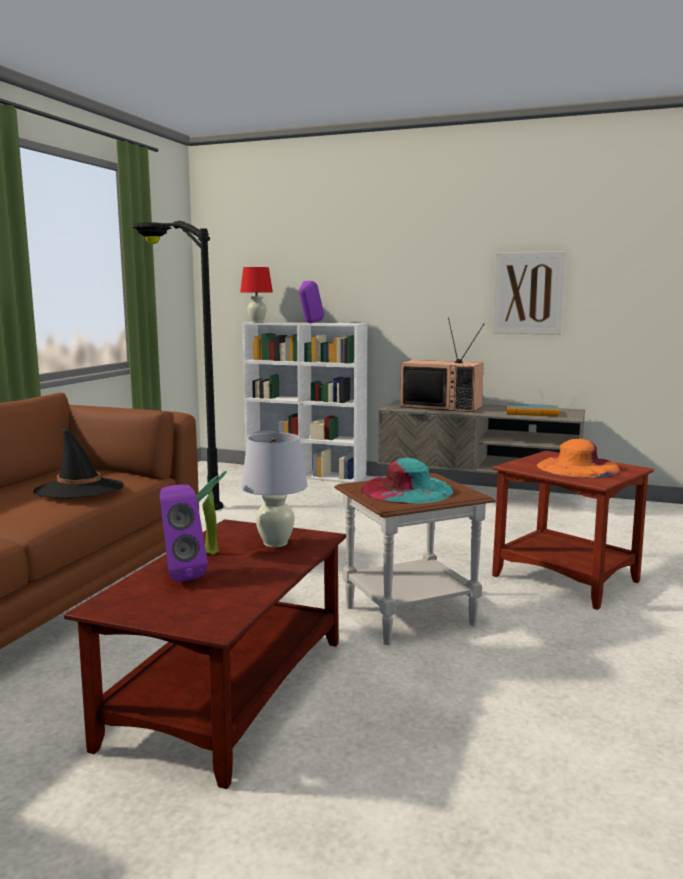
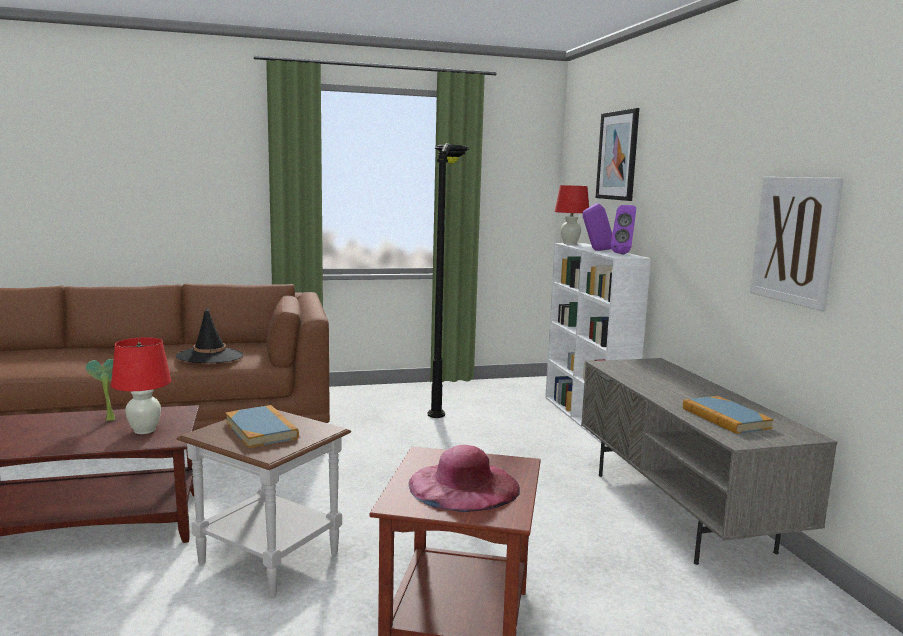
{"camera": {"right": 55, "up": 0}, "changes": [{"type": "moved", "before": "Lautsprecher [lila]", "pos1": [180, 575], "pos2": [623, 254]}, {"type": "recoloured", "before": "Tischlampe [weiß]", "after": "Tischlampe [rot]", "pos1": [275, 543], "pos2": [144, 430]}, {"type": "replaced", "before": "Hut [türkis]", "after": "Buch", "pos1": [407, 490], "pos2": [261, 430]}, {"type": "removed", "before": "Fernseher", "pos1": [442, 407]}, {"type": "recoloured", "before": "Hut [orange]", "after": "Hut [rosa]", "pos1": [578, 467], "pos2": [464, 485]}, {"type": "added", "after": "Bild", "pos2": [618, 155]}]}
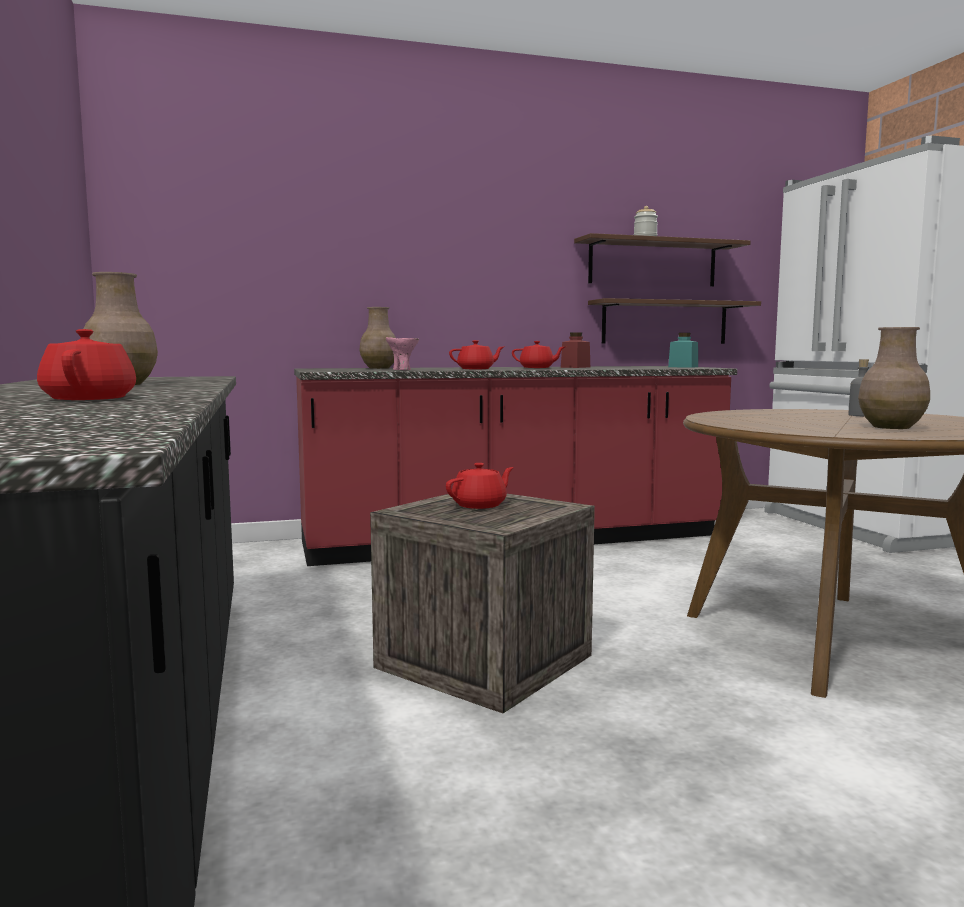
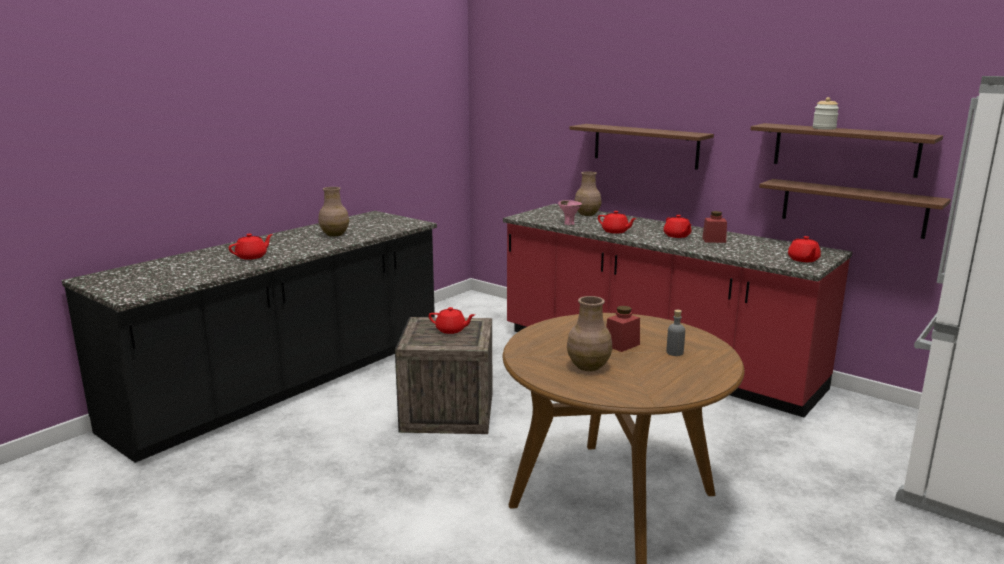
{"camera": {"right": 55, "up": 10}, "changes": [{"type": "replaced", "before": "Vorratsglas [türkis]", "after": "Teekanne [rot]", "pos1": [683, 367], "pos2": [803, 260]}, {"type": "added", "after": "Wandregal [braun]", "pos2": [645, 146]}, {"type": "added", "after": "Vorratsglas [rot]", "pos2": [622, 345]}]}
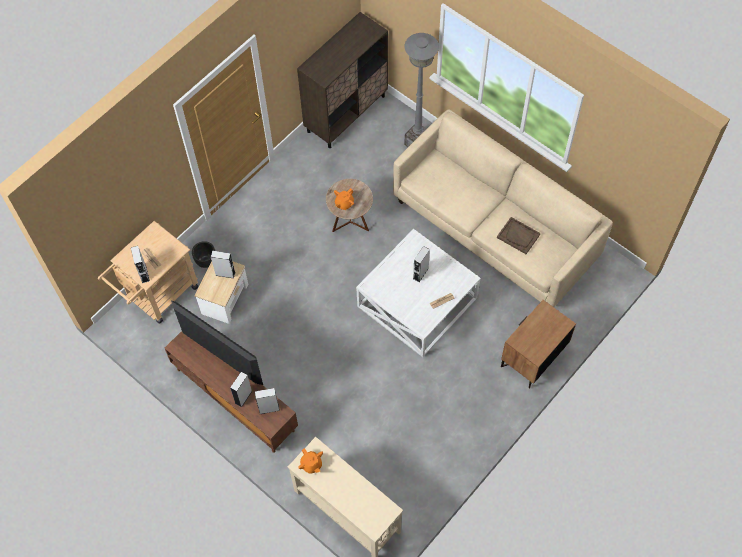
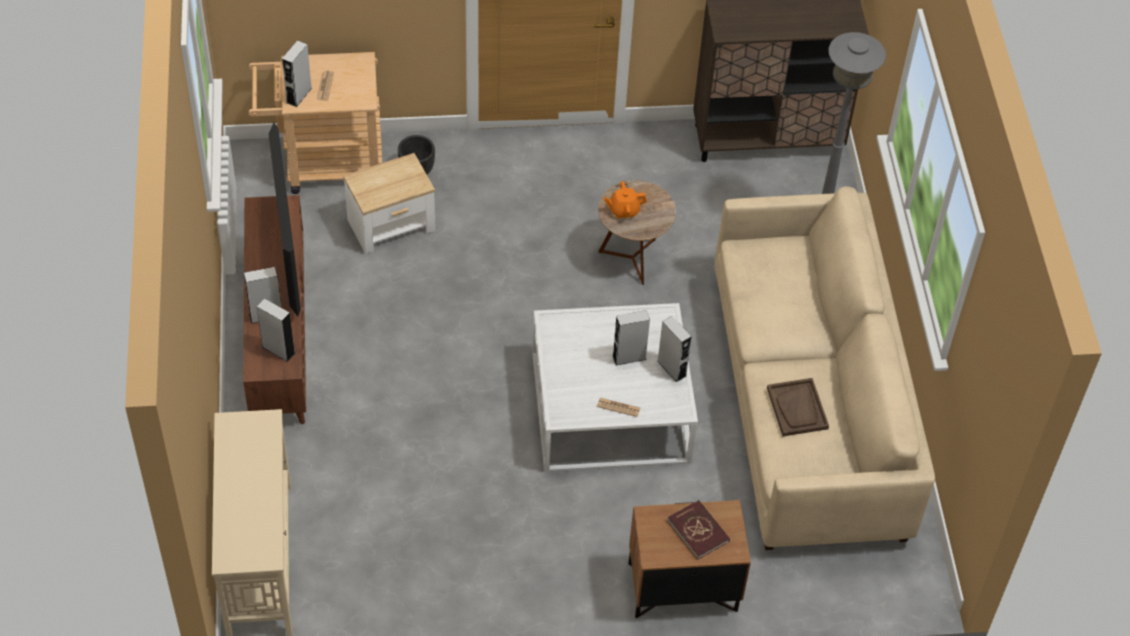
{"camera": {"right": 40, "up": -10}, "changes": [{"type": "moved", "before": "Lautsprecher [grau]", "pos1": [225, 273], "pos2": [671, 368]}, {"type": "removed", "before": "Teekanne [orange]", "pos1": [311, 464]}, {"type": "added", "after": "Buch [rot]", "pos2": [698, 531]}]}
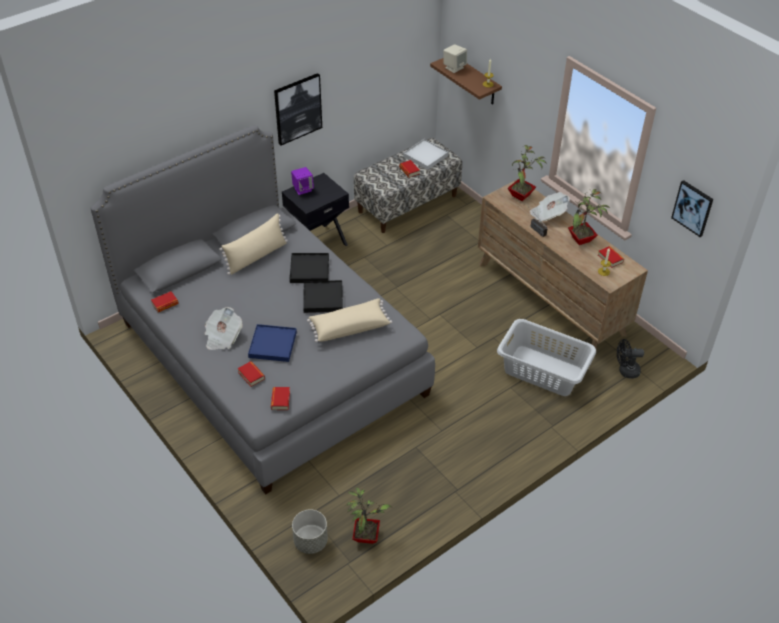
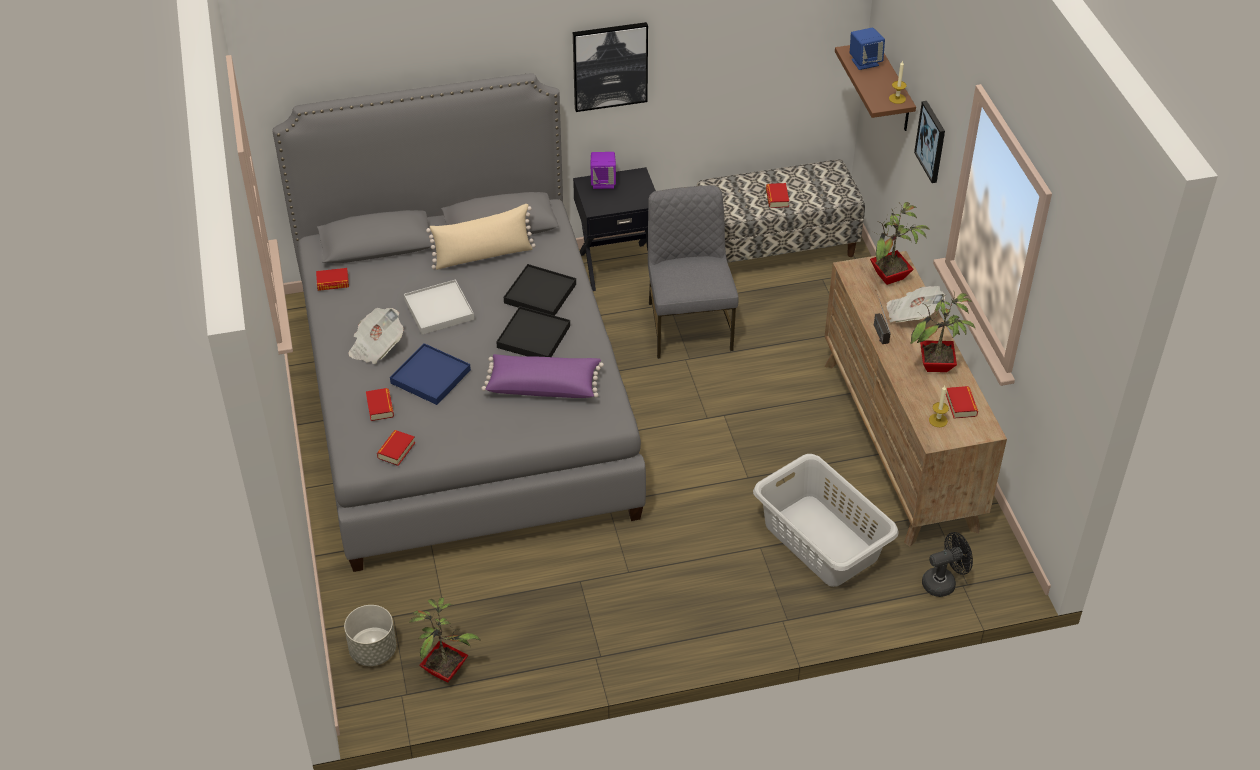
{"camera": {"right": 25, "up": 0}, "changes": [{"type": "recoloured", "before": "Kissen [beige]", "after": "Kissen [lila]", "pos1": [349, 327], "pos2": [543, 385]}, {"type": "moved", "before": "Tablett [weiß]", "pos1": [425, 156], "pos2": [439, 309]}, {"type": "recoloured", "before": "Lautsprecher [beige]", "after": "Lautsprecher [blau]", "pos1": [454, 67], "pos2": [865, 62]}, {"type": "turned", "before": "Ventilator [schwarz]", "pos1": [625, 371], "pos2": [943, 582], "turn": 135}, {"type": "moved", "before": "Bild", "pos1": [693, 208], "pos2": [931, 141]}, {"type": "added", "after": "Stuhl [grau]", "pos2": [688, 325]}]}
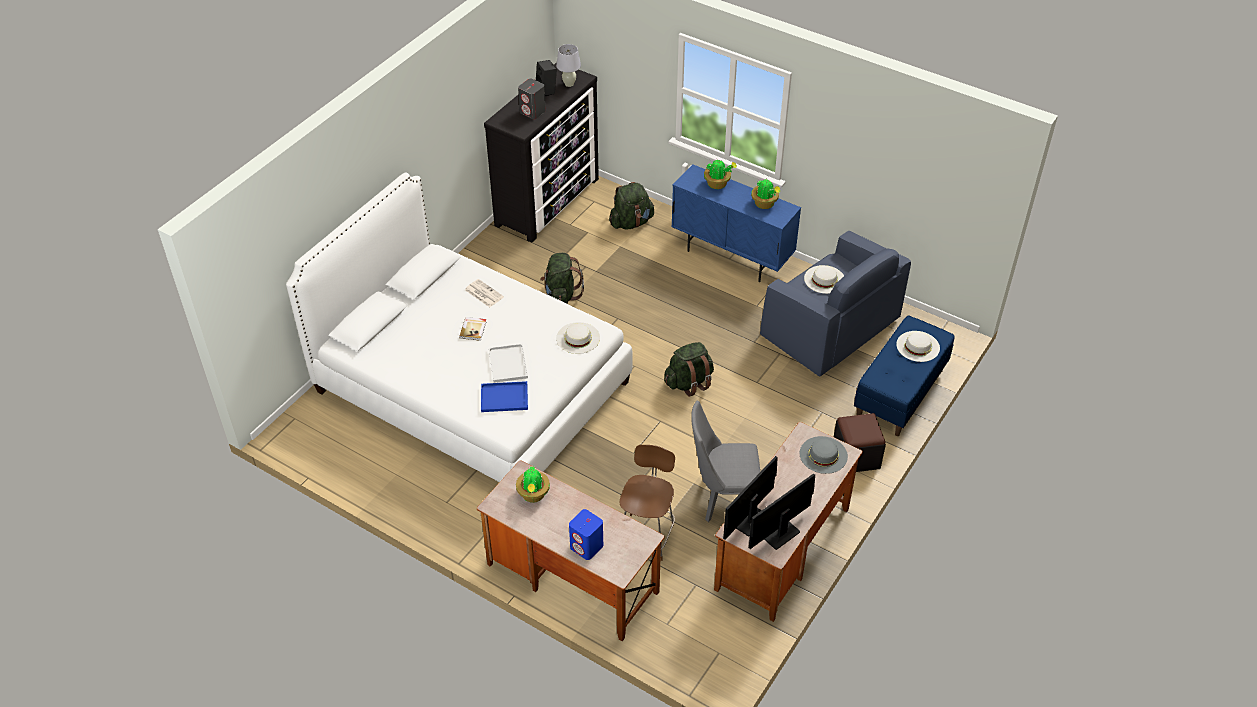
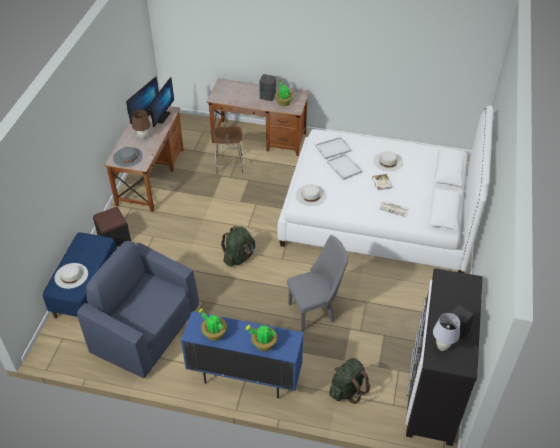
{"camera": {"right": 160, "up": 0}, "changes": [{"type": "recoloured", "before": "Tablett [blau]", "after": "Tablett [weiß]", "pos1": [503, 398], "pos2": [333, 148]}, {"type": "moved", "before": "Lautsprecher [grau]", "pos1": [533, 112], "pos2": [267, 96]}, {"type": "removed", "before": "Rucksack [grün]", "pos1": [561, 294]}, {"type": "removed", "before": "Lautsprecher [blau]", "pos1": [587, 547]}, {"type": "moved", "before": "Stuhl [grau]", "pos1": [722, 500], "pos2": [315, 311]}, {"type": "moved", "before": "Hut [weiß]", "pos1": [824, 279], "pos2": [388, 161]}, {"type": "added", "after": "Tischlampe [braun]", "pos2": [143, 138]}]}
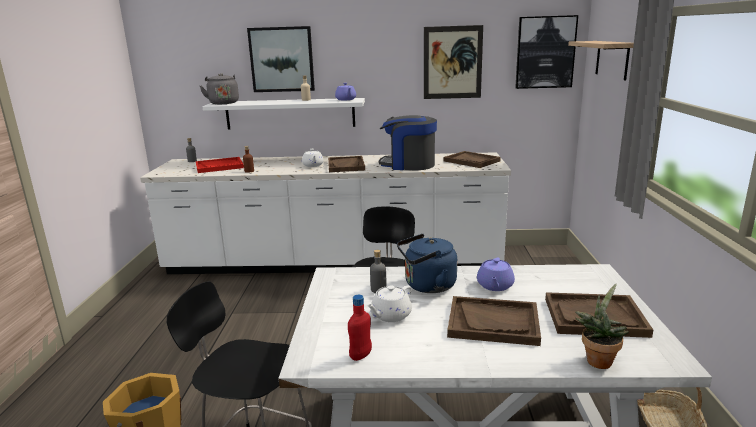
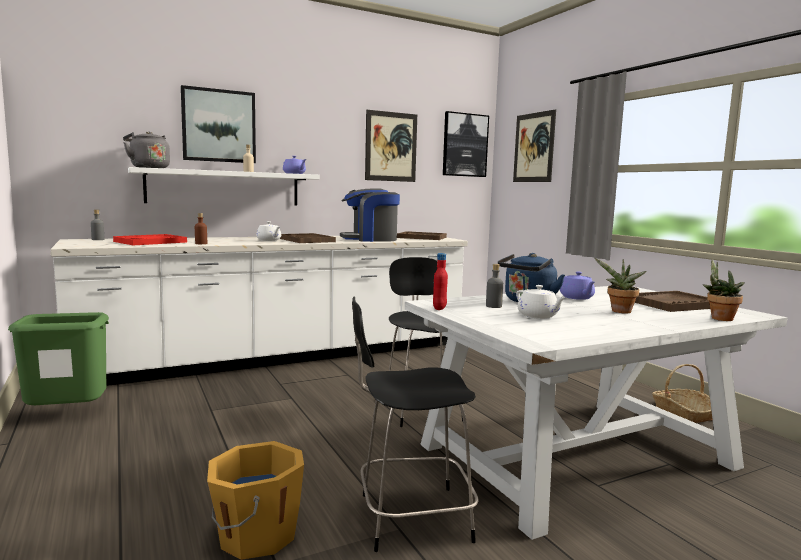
{"camera": {"right": -30, "up": -10}, "changes": [{"type": "moved", "before": "Flasche [rot]", "pos1": [361, 356], "pos2": [439, 308]}, {"type": "turned", "before": "Teekanne [weiß]", "pos1": [390, 315], "pos2": [538, 316], "turn": -45}, {"type": "replaced", "before": "Tablett [braun]", "after": "Topfpflanze", "pos1": [493, 322], "pos2": [619, 312]}, {"type": "replaced", "before": "Wandregal", "after": "Bild", "pos1": [612, 59], "pos2": [534, 147]}, {"type": "added", "after": "Mülleimer [grün]", "pos2": [68, 416]}]}
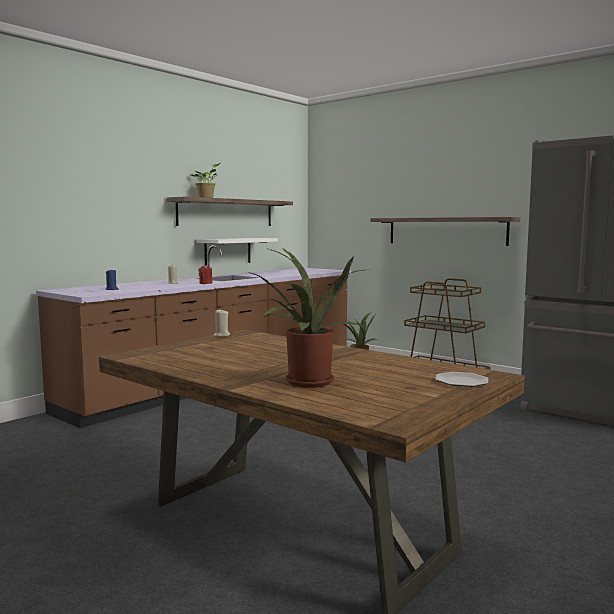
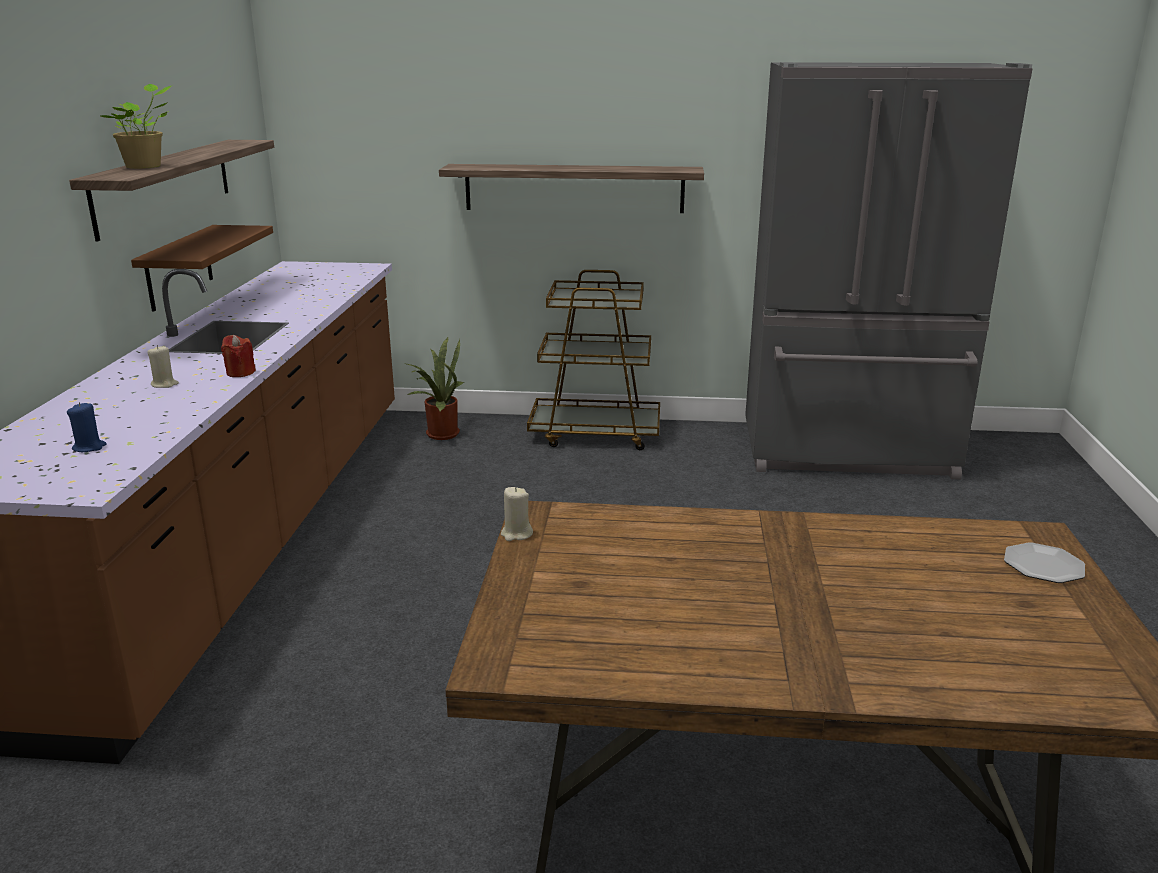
{"camera": {"right": -35, "up": 15}, "changes": [{"type": "recoloured", "before": "Wandregal [weiß]", "after": "Wandregal [braun]", "pos1": [227, 251], "pos2": [179, 267]}, {"type": "removed", "before": "Topfpflanze", "pos1": [306, 383]}]}
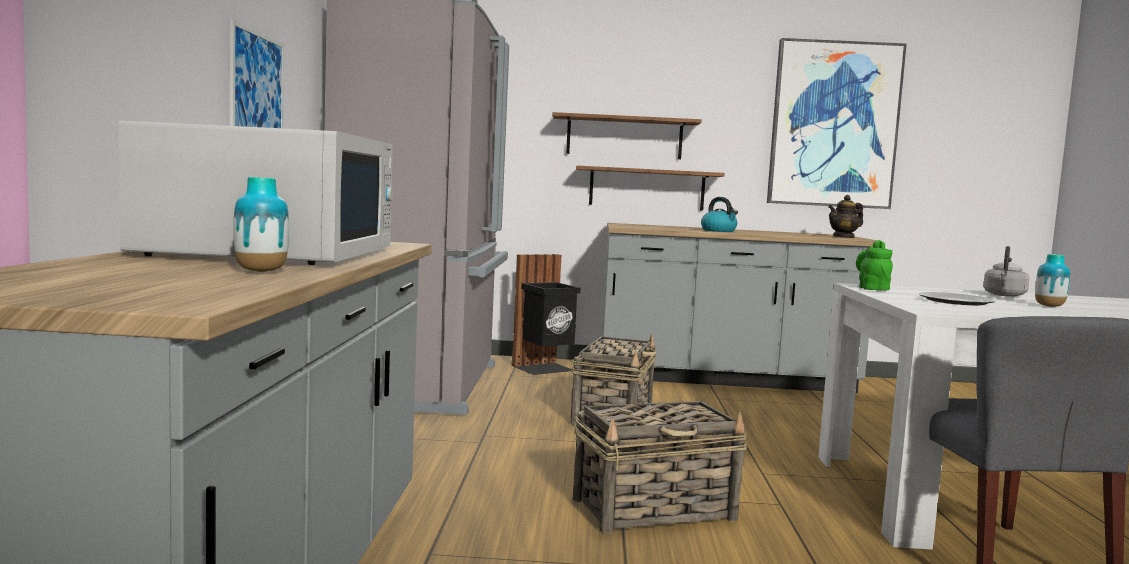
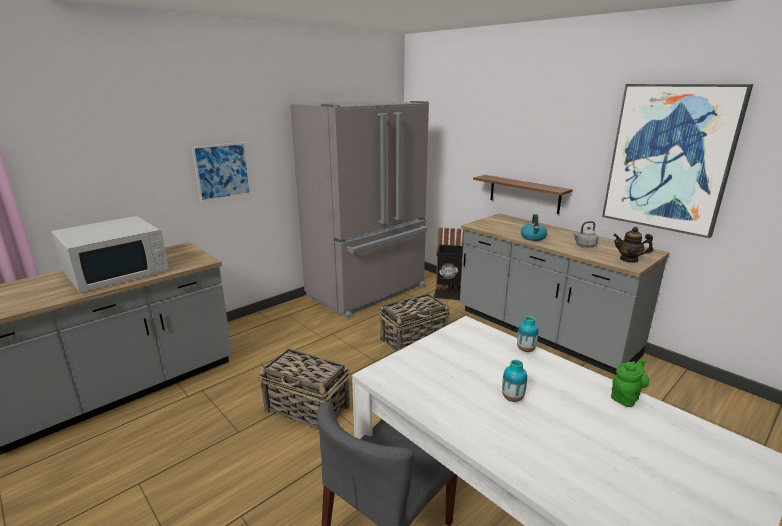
{"camera": {"right": 45, "up": 15}, "changes": [{"type": "moved", "before": "Vase", "pos1": [261, 271], "pos2": [525, 349]}, {"type": "removed", "before": "Wandregal", "pos1": [624, 137]}, {"type": "moved", "before": "Teekanne [grün]", "pos1": [872, 288], "pos2": [626, 397]}, {"type": "removed", "before": "Teller", "pos1": [954, 301]}, {"type": "moved", "before": "Wasserkessel [grau]", "pos1": [1004, 295], "pos2": [584, 246]}]}
